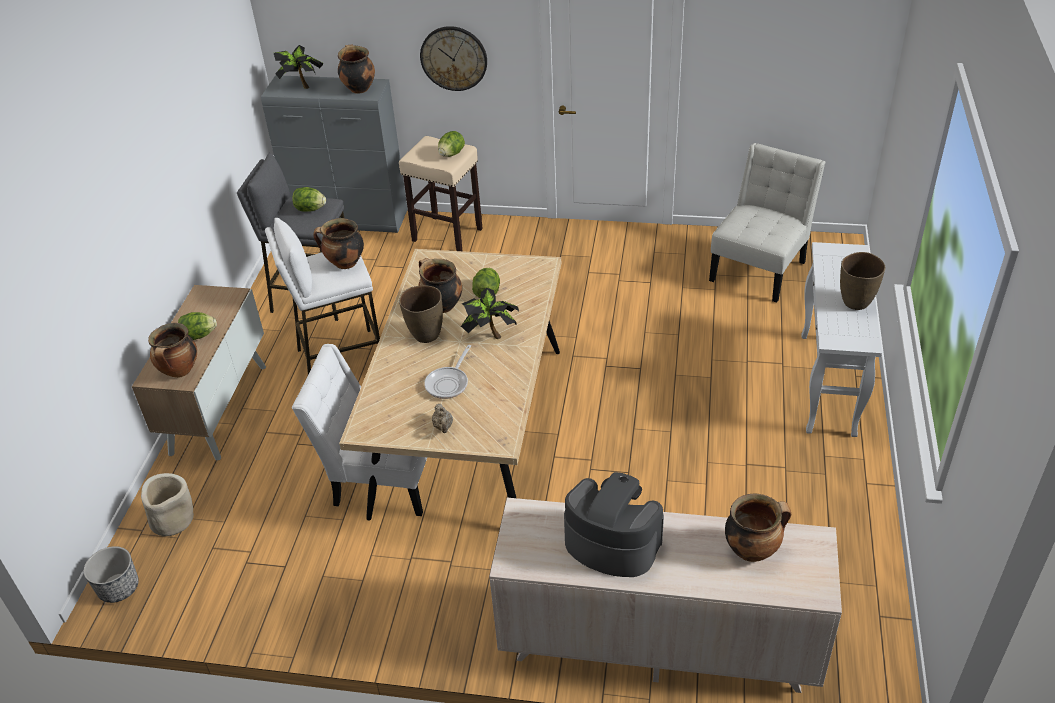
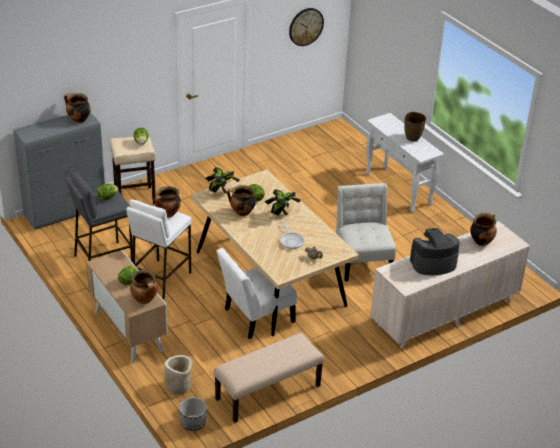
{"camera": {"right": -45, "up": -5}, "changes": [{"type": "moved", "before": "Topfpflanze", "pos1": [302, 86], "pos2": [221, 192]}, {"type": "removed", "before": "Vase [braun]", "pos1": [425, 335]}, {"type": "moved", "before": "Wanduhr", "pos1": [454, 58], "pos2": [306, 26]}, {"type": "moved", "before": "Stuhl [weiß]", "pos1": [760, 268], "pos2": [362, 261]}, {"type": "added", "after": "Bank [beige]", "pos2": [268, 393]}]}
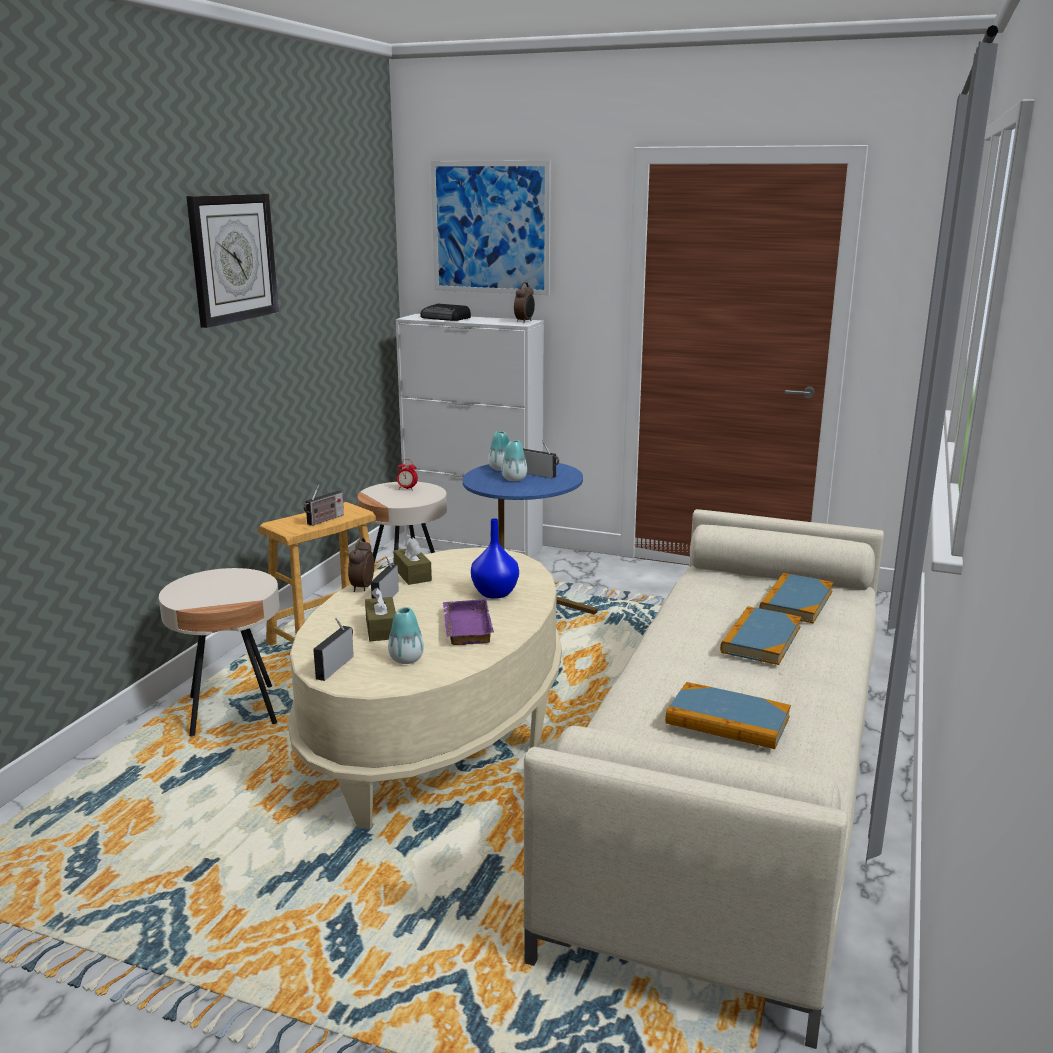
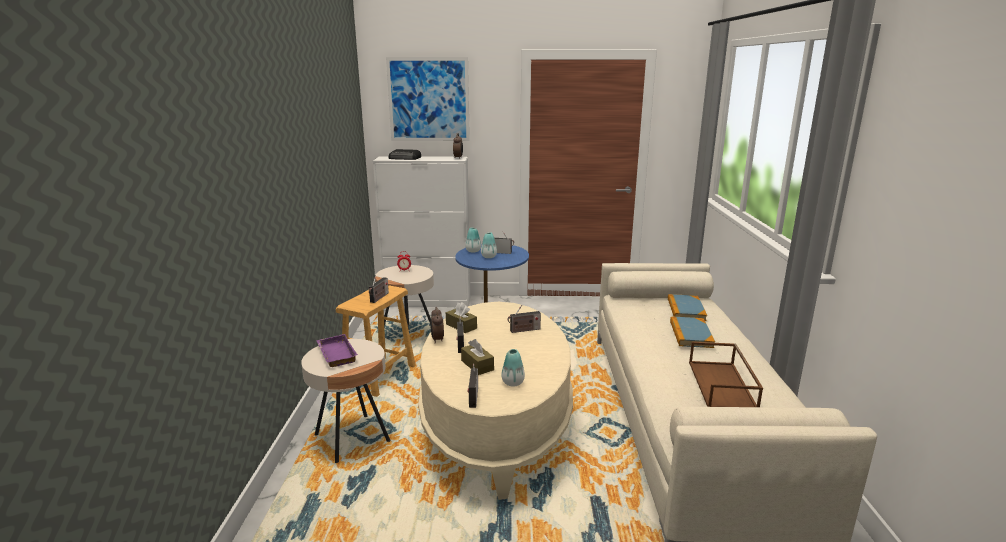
{"camera": {"right": -20, "up": 0}, "changes": [{"type": "removed", "before": "Wanduhr", "pos1": [232, 258]}, {"type": "moved", "before": "Tablett [lila]", "pos1": [465, 627], "pos2": [335, 354]}, {"type": "replaced", "before": "Vase [blau]", "after": "Radio", "pos1": [496, 593], "pos2": [523, 330]}, {"type": "replaced", "before": "Buch", "after": "Tablett [braun]", "pos1": [727, 720], "pos2": [722, 385]}]}
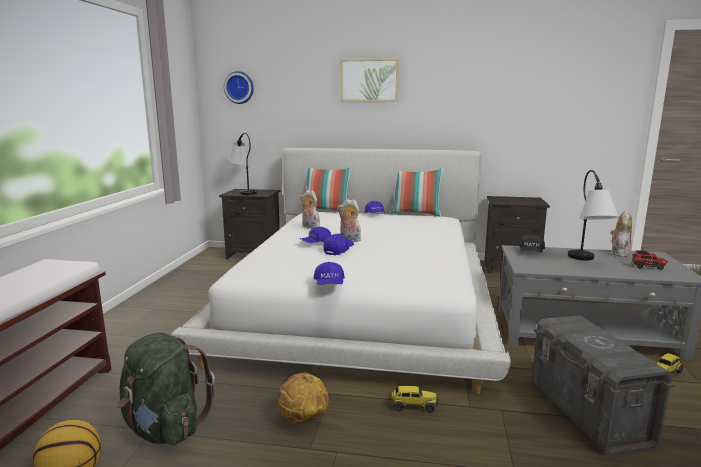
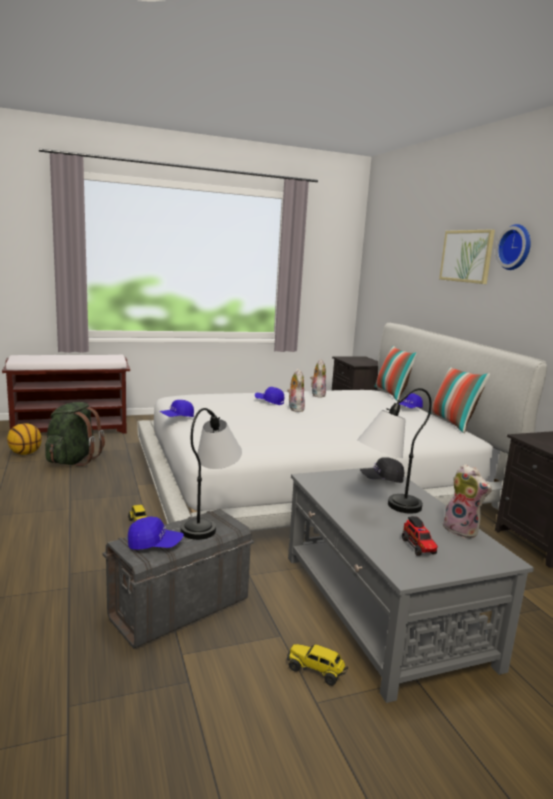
{"camera": {"right": 60, "up": 0}, "changes": [{"type": "moved", "before": "Wanduhr", "pos1": [239, 87], "pos2": [516, 247]}, {"type": "moved", "before": "Tischlampe", "pos1": [243, 192], "pos2": [210, 520]}, {"type": "removed", "before": "Basketball", "pos1": [303, 419]}, {"type": "moved", "before": "Kappe [blau]", "pos1": [338, 250], "pos2": [155, 544]}, {"type": "turned", "before": "Plüschtier", "pos1": [619, 253], "pos2": [462, 530], "turn": 45}]}
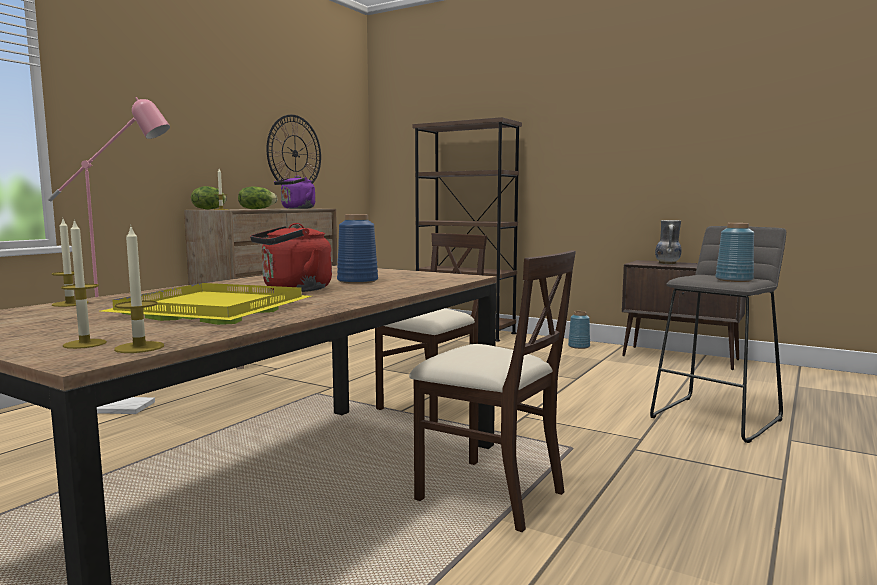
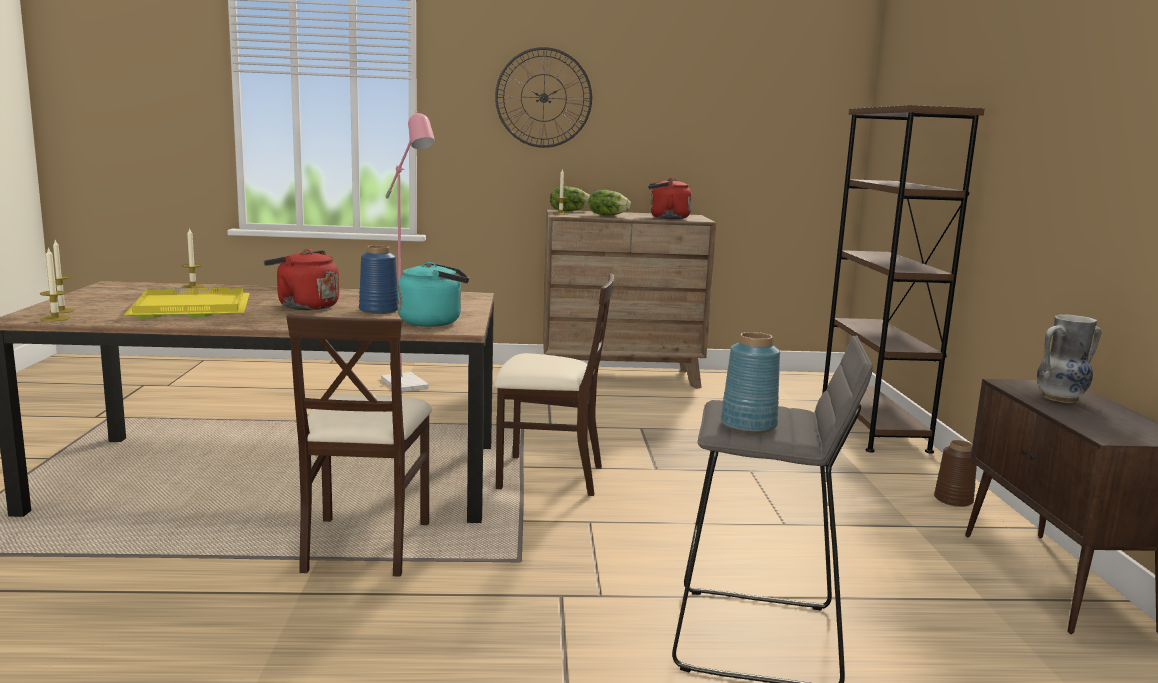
{"camera": {"right": 55, "up": 5}, "changes": [{"type": "moved", "before": "Wanduhr", "pos1": [294, 153], "pos2": [543, 98]}, {"type": "recoloured", "before": "Wasserkessel [lila]", "after": "Wasserkessel [rot]", "pos1": [296, 208], "pos2": [666, 218]}, {"type": "recoloured", "before": "Vase [blau]", "after": "Vase [braun]", "pos1": [578, 346], "pos2": [953, 500]}, {"type": "added", "after": "Wasserkessel [türkis]", "pos2": [434, 322]}]}
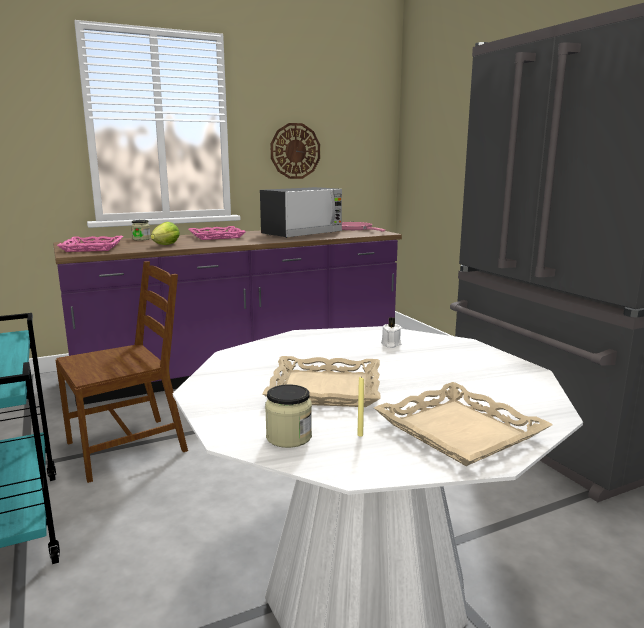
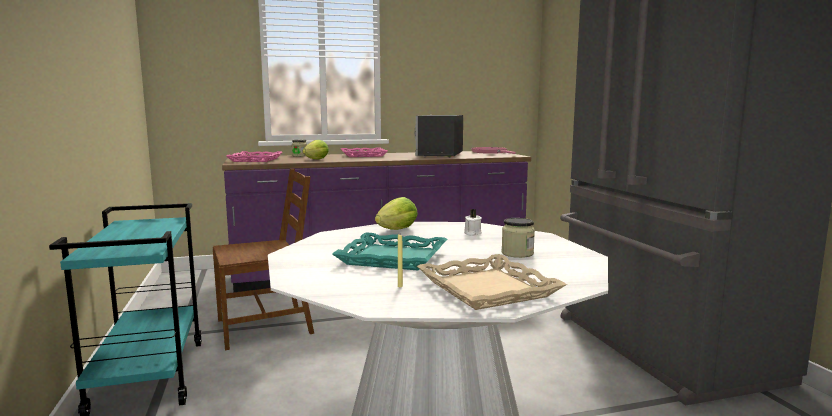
{"camera": {"right": 10, "up": -5}, "changes": [{"type": "turned", "before": "Mikrowelle", "pos1": [302, 233], "pos2": [440, 155], "turn": 135}, {"type": "recoloured", "before": "Tablett [beige]", "after": "Tablett [türkis]", "pos1": [325, 389], "pos2": [392, 258]}, {"type": "moved", "before": "Vorratsglas", "pos1": [289, 437], "pos2": [517, 253]}, {"type": "removed", "before": "Wanduhr", "pos1": [295, 151]}, {"type": "added", "after": "Salatkopf", "pos2": [395, 231]}]}
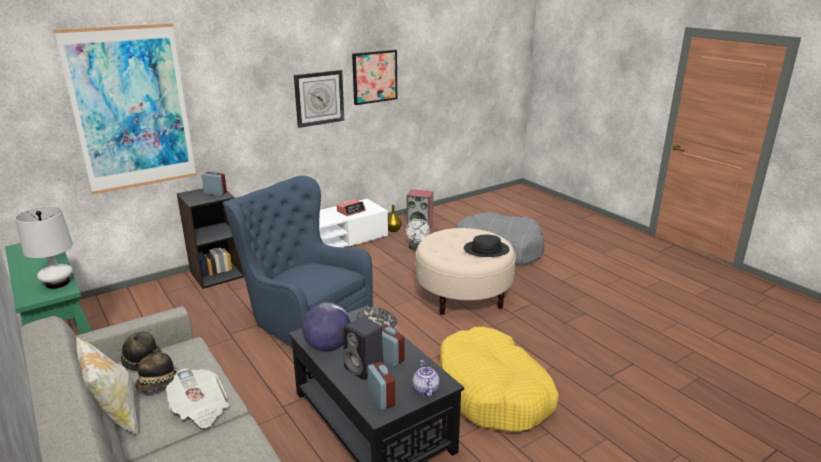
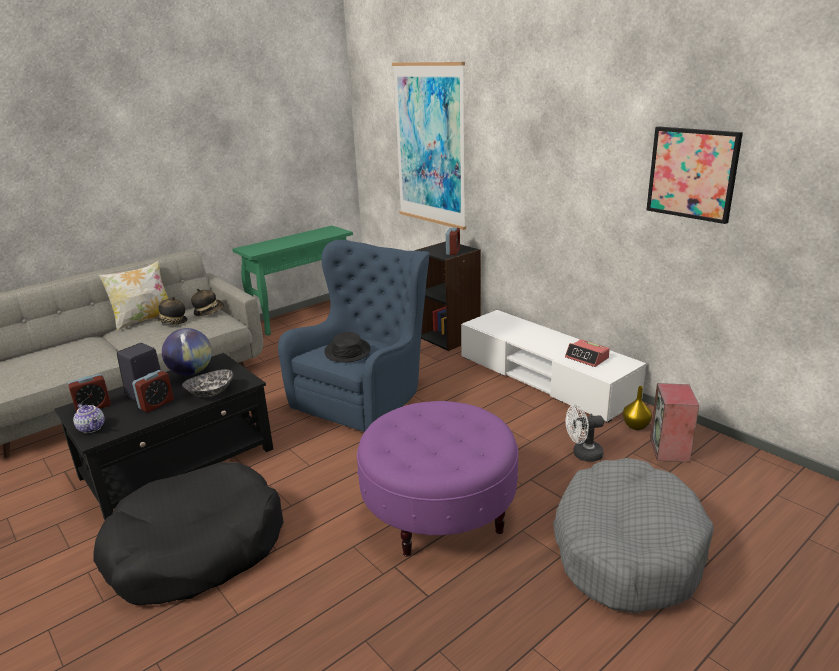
{"camera": {"right": 85, "up": 0}, "changes": [{"type": "removed", "before": "Tischlampe [weiß]", "pos1": [58, 283]}, {"type": "removed", "before": "Zeitung", "pos1": [200, 409]}, {"type": "removed", "before": "Wanduhr", "pos1": [319, 98]}, {"type": "turned", "before": "Teekanne", "pos1": [425, 389], "pos2": [92, 428], "turn": 60}, {"type": "recoloured", "before": "Polsterhocker [beige]", "after": "Polsterhocker [lila]", "pos1": [463, 295], "pos2": [439, 512]}, {"type": "recoloured", "before": "Hundebett [gelb]", "after": "Hundebett [schwarz]", "pos1": [493, 392], "pos2": [196, 548]}, {"type": "moved", "before": "Hut [schwarz]", "pos1": [486, 250], "pos2": [347, 351]}]}
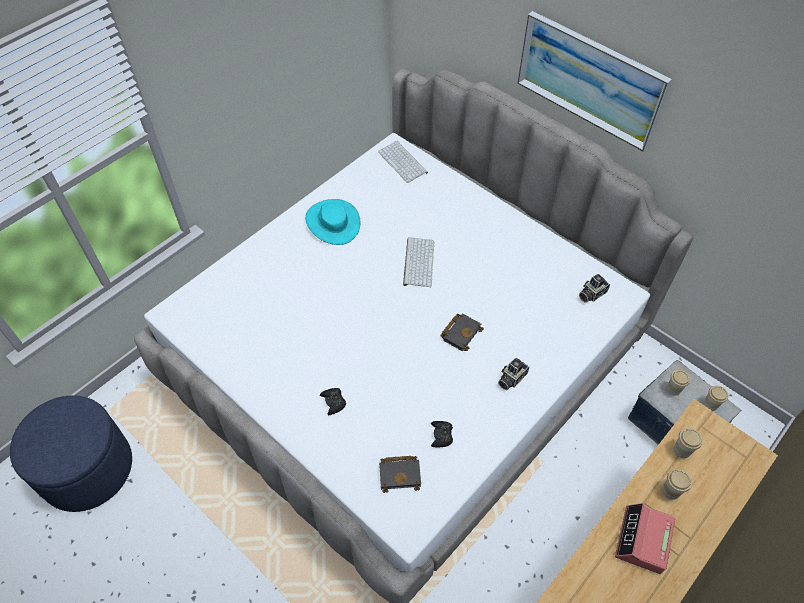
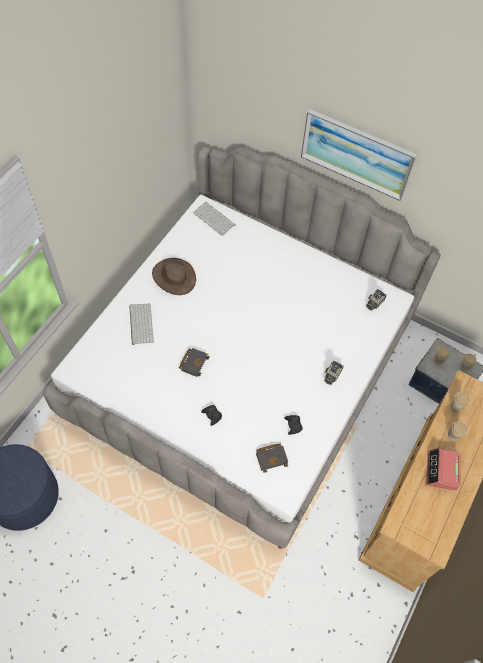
{"camera": {"right": -15, "up": 5}, "changes": [{"type": "recoloured", "before": "Hut [türkis]", "after": "Hut [braun]", "pos1": [333, 222], "pos2": [174, 277]}, {"type": "moved", "before": "Tastatur", "pos1": [418, 262], "pos2": [140, 323]}, {"type": "moved", "before": "Buch [schwarz]", "pos1": [461, 332], "pos2": [193, 362]}]}
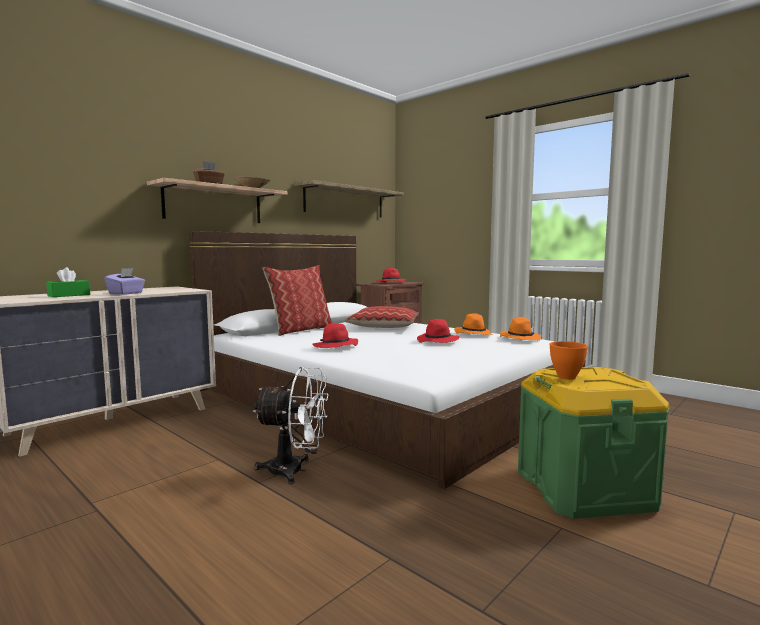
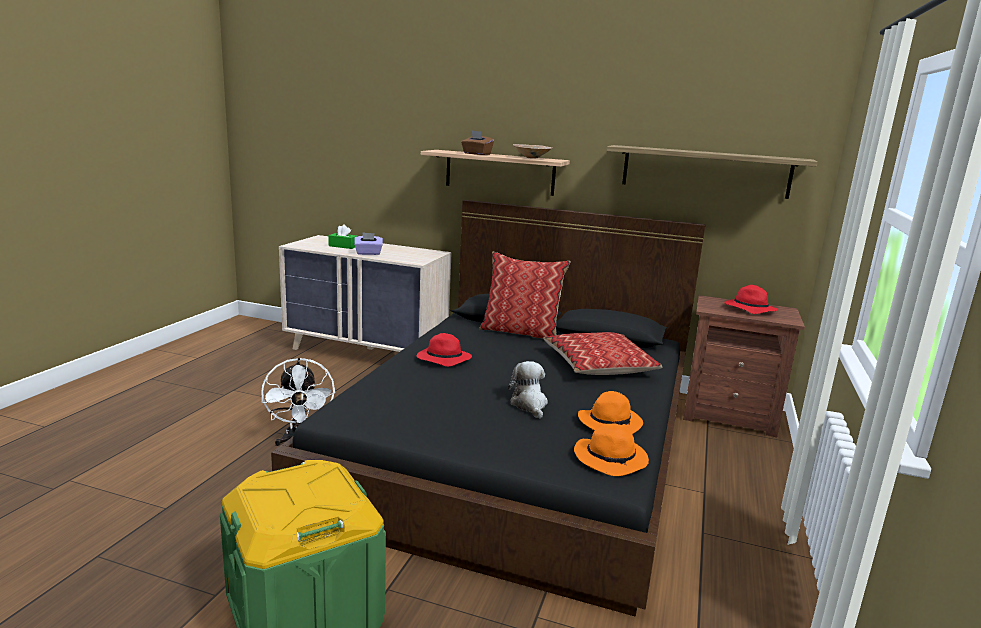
{"camera": {"right": 65, "up": 10}, "changes": [{"type": "recoloured", "before": "Bett [weiß]", "after": "Bett [schwarz]", "pos1": [379, 397], "pos2": [520, 443]}, {"type": "replaced", "before": "Hut [rot]", "after": "Plüschtier", "pos1": [438, 341], "pos2": [529, 405]}, {"type": "removed", "before": "Schüssel [orange]", "pos1": [567, 377]}]}
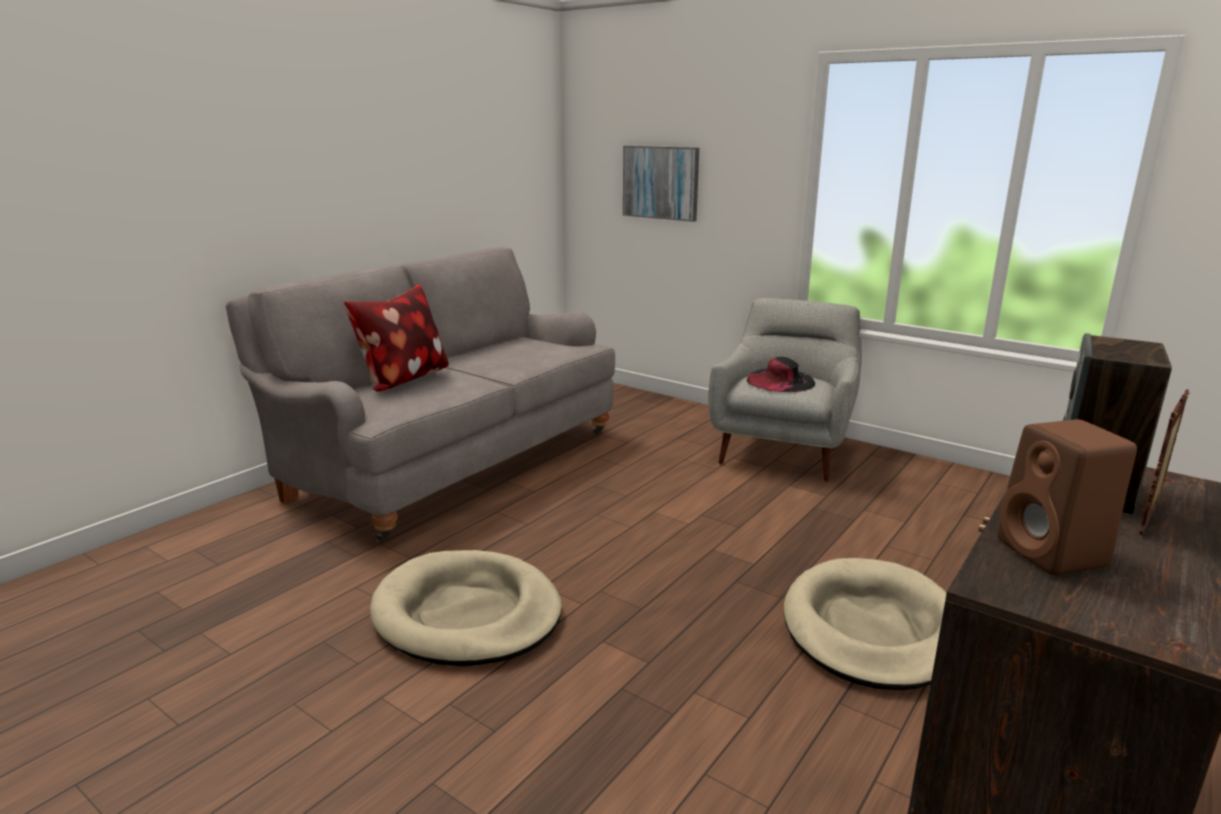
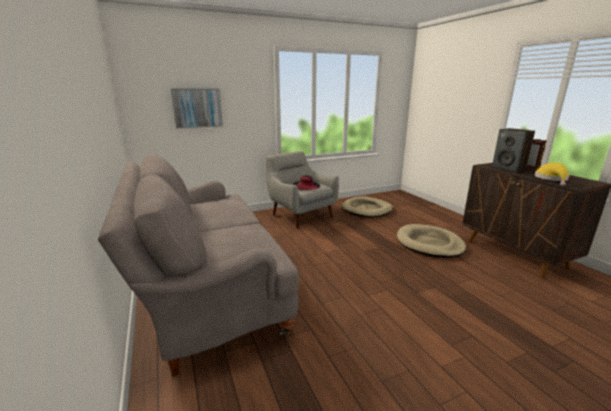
{"camera": {"right": -60, "up": 0}, "changes": [{"type": "removed", "before": "Kissen", "pos1": [403, 380]}, {"type": "moved", "before": "Hundebett [beige]", "pos1": [467, 614], "pos2": [367, 209]}, {"type": "replaced", "before": "Lautsprecher [braun]", "after": "Hut [gelb]", "pos1": [1054, 554], "pos2": [552, 179]}]}
